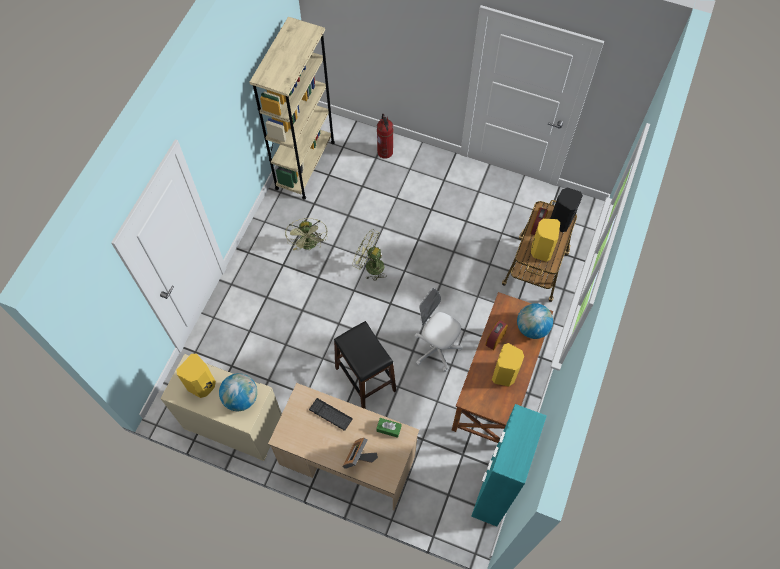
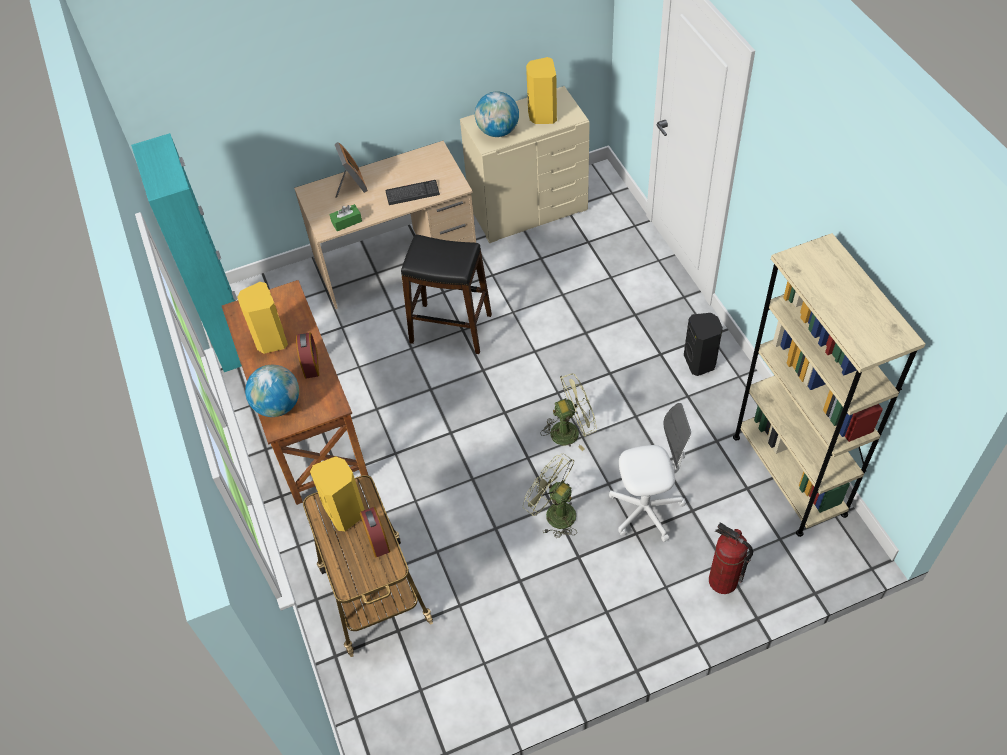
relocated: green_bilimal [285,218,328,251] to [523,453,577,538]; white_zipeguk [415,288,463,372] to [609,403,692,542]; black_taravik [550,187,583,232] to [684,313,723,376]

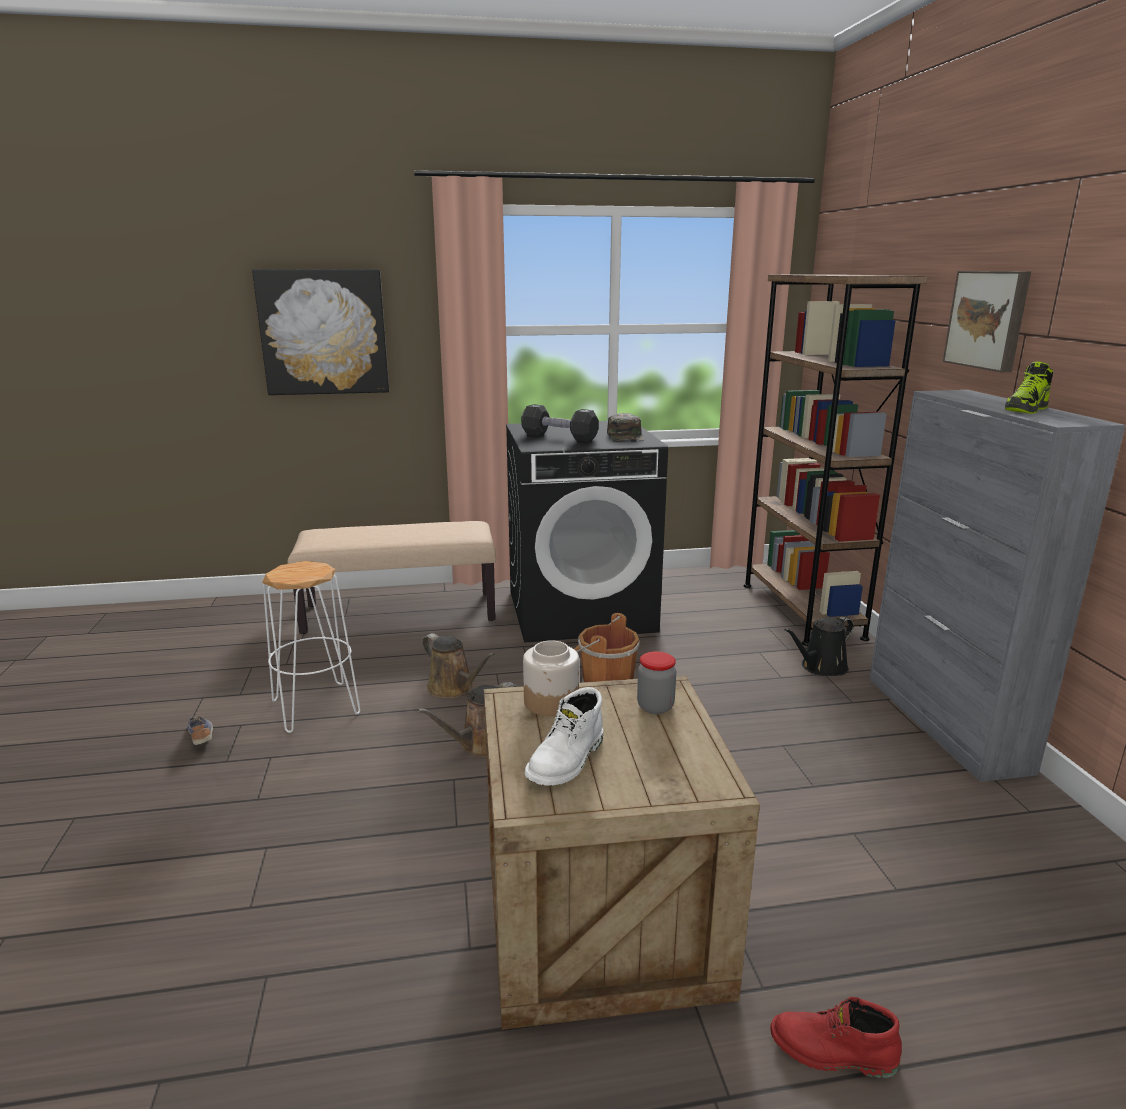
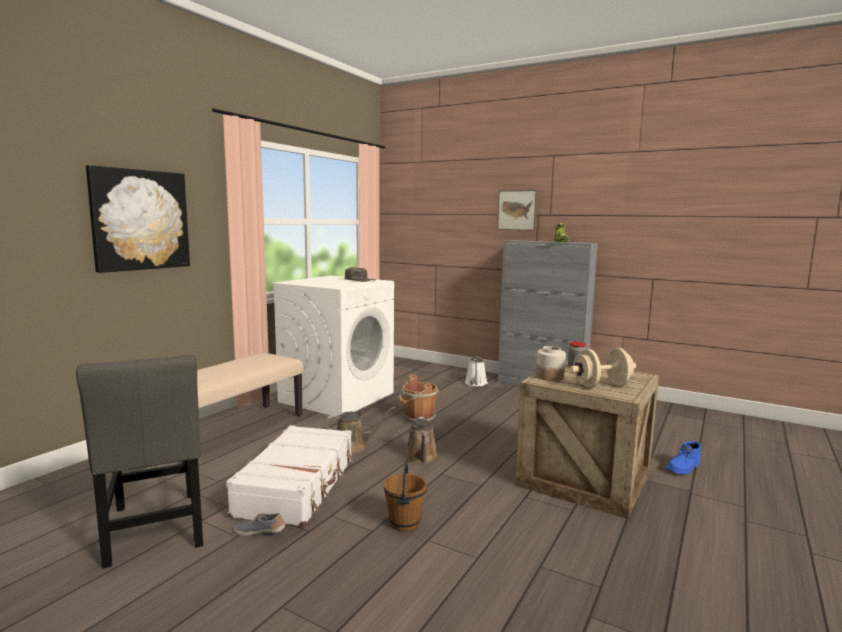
missing: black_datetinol [521,404,599,442]; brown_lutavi [744,274,927,646]
appeared: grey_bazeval [76,355,203,568]; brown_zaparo [384,463,427,532]
exchanged: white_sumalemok [262,561,360,733] to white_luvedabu [226,425,354,527]; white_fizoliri [525,687,603,786] to beige_datetinol [570,348,636,388]
colour: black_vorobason [506,421,668,643] to white_vorobason [272,276,394,415]; red_fizoliri [770,996,902,1078] to blue_fizoliri [666,441,701,474]; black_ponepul [785,617,854,676] to white_ponepul [465,357,488,386]

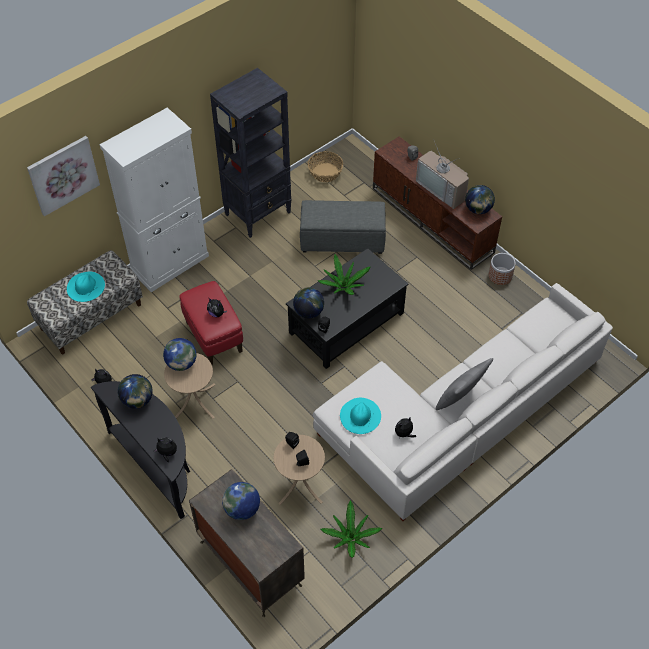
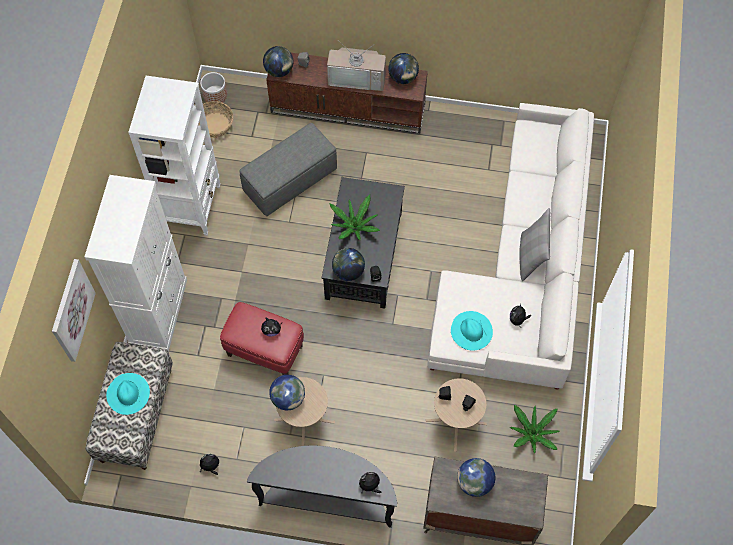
relocated: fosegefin [118,374,153,409] to [263,46,293,77]; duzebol [489,253,516,285] to [200,72,227,105]
colour: black_lutavi [210,68,292,238] to white_lutavi [128,76,220,236]

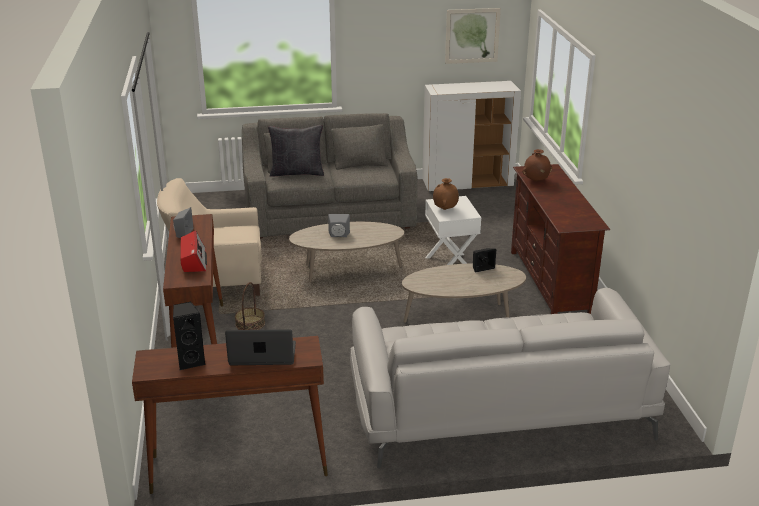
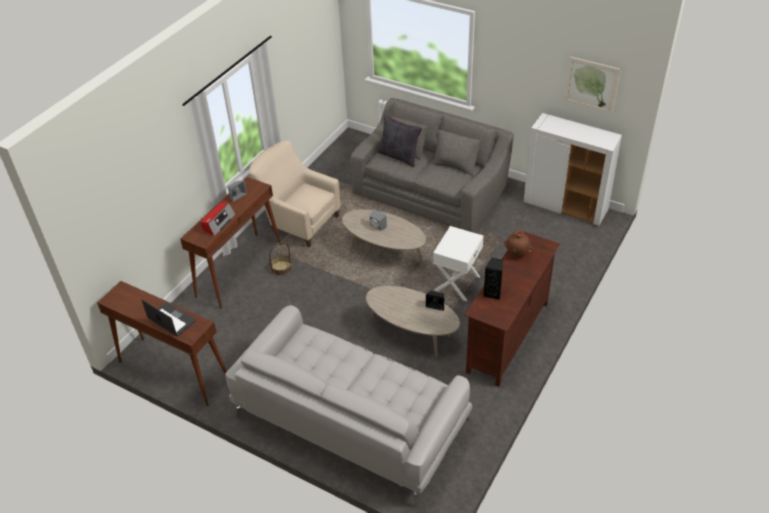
missing: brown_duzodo [433,178,459,210]
relocated: black_taravik [173,302,206,370] to [483,258,503,300]

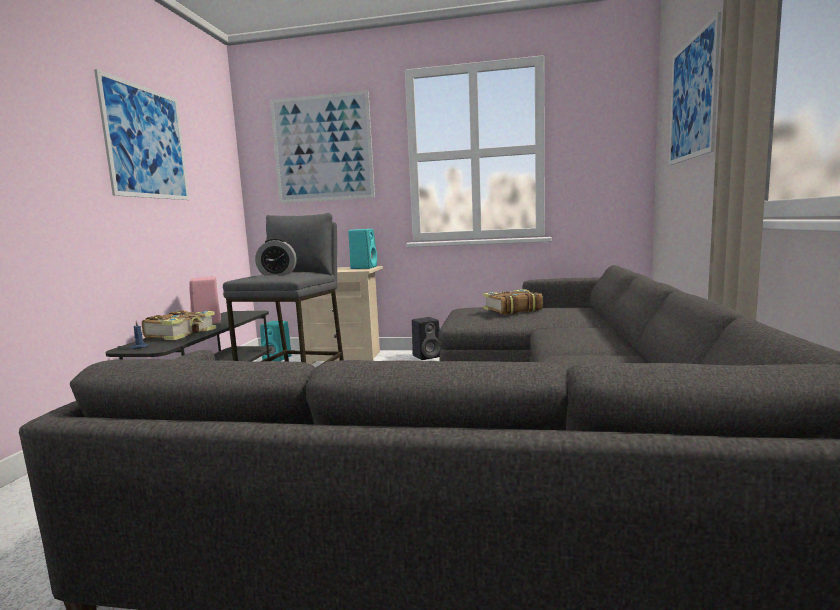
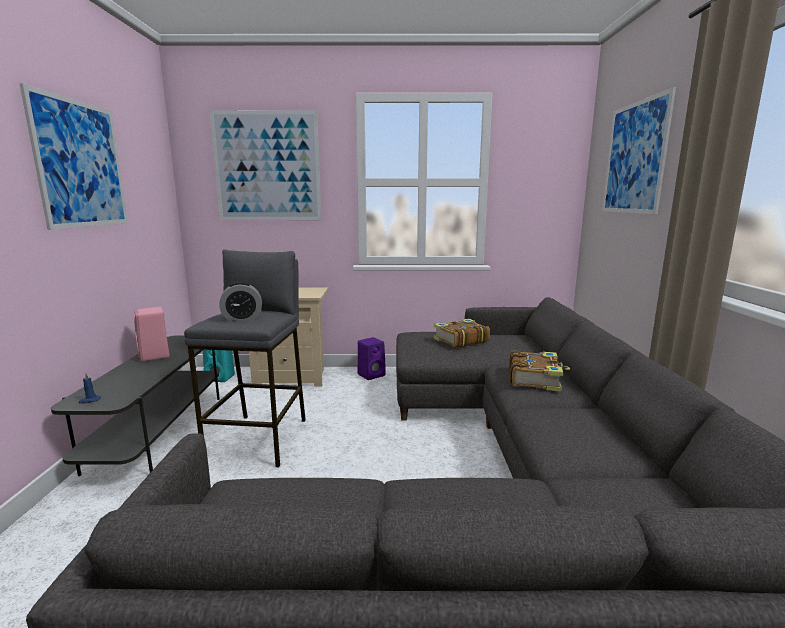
missing: turquoise_taravik [348,229,377,269]
relocated: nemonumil [142,310,216,340] to [509,350,570,391]
colour: black_taravik [412,317,441,360] to purple_taravik [358,337,386,380]

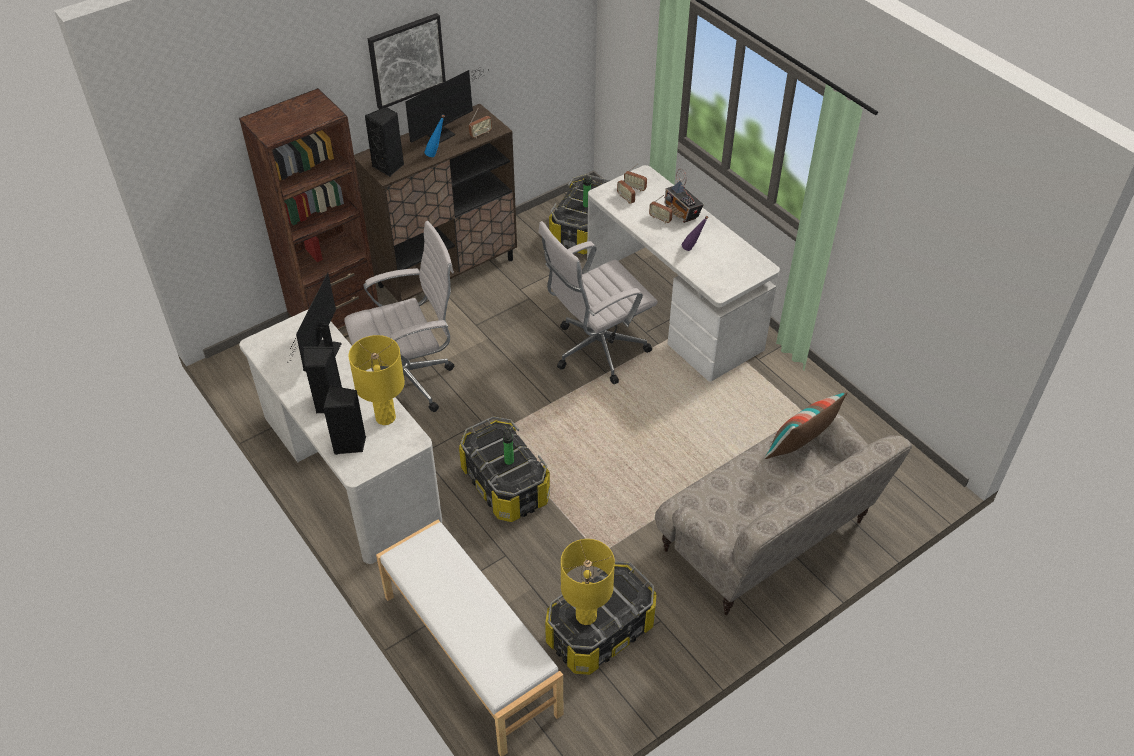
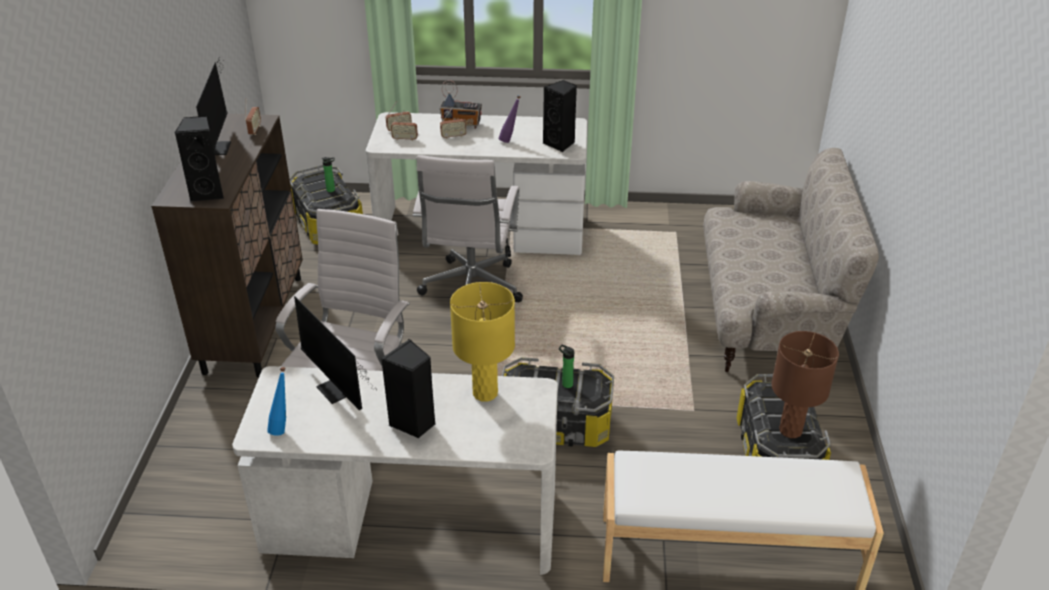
missing: brown_lutavi [239,88,378,338]; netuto [368,13,446,109]; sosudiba [764,392,848,459]
relocated: black_taravik [323,385,366,455] to [543,80,577,152]; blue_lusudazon [424,115,445,157] to [267,367,286,435]
colour: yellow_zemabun [561,539,615,625] to brown_zemabun [771,331,839,438]

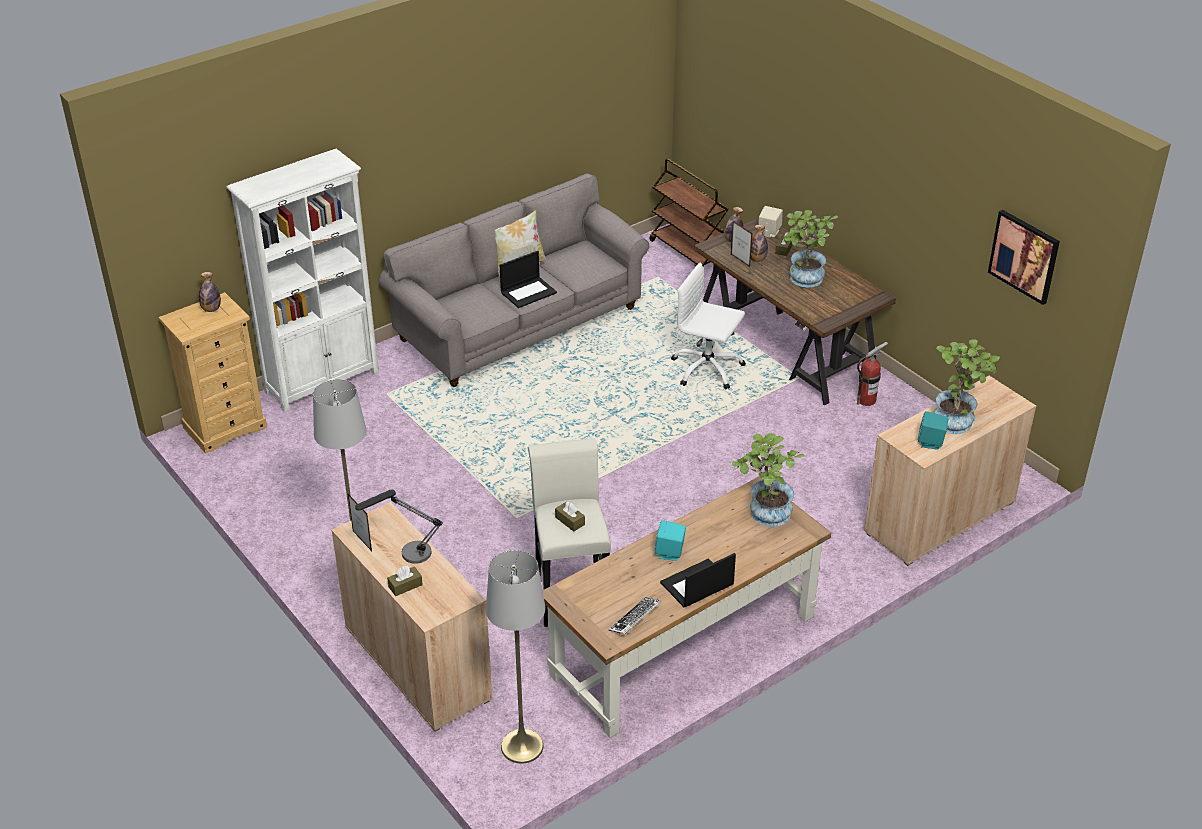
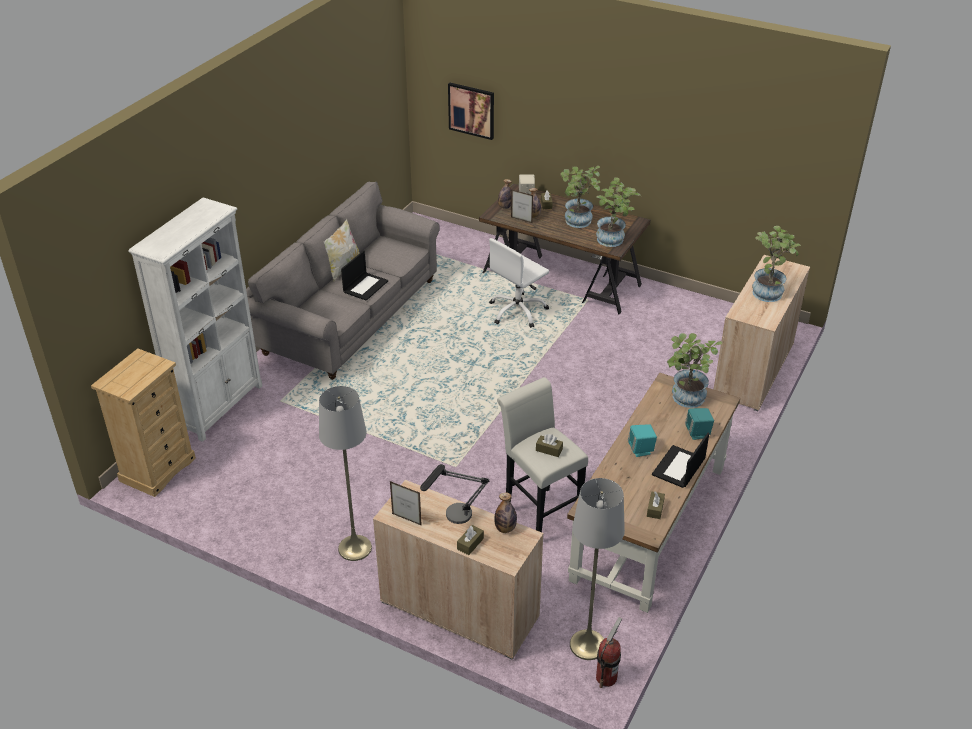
missing: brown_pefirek [649,159,729,266]
appeared: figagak [596,177,641,247]
relocated: lusudazon [199,272,221,312] to [494,493,517,533]; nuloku [857,342,888,406] to [596,617,622,688]; turquoise_taravik [918,411,949,450] to [685,408,714,440]; netuto [988,210,1060,305] to [448,83,494,140]
exchanged: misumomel [609,597,661,634] to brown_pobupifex [647,491,665,519]
spun: white_zipeguk [671,263,746,390] = [489,238,549,328] 45 degrees counterclockwise

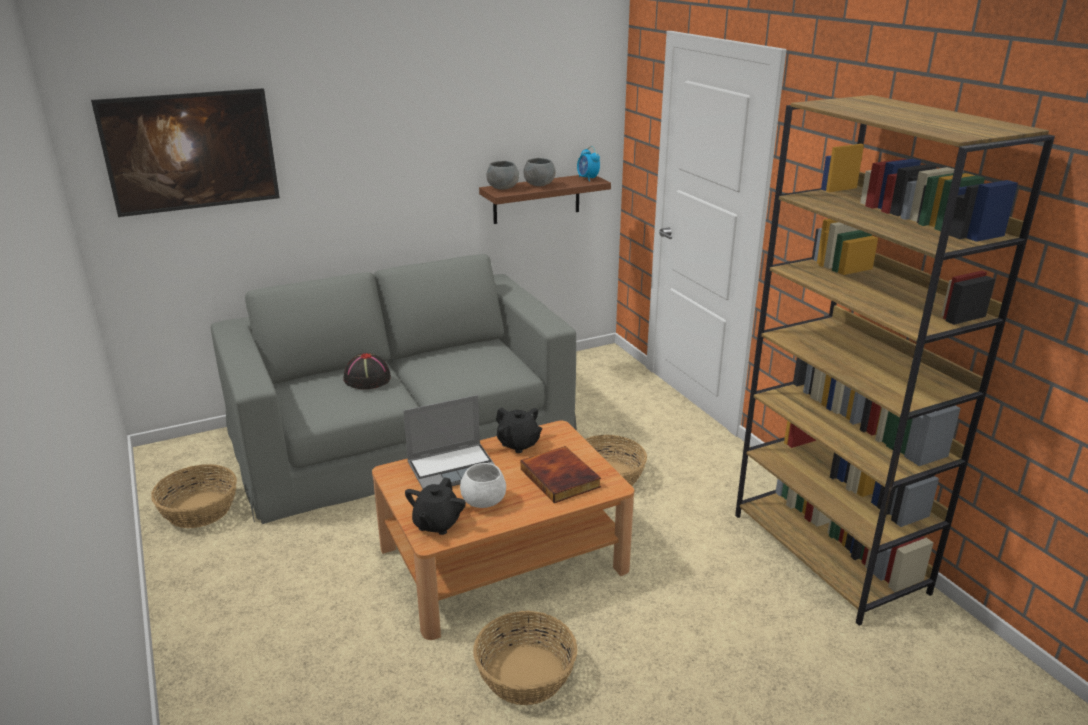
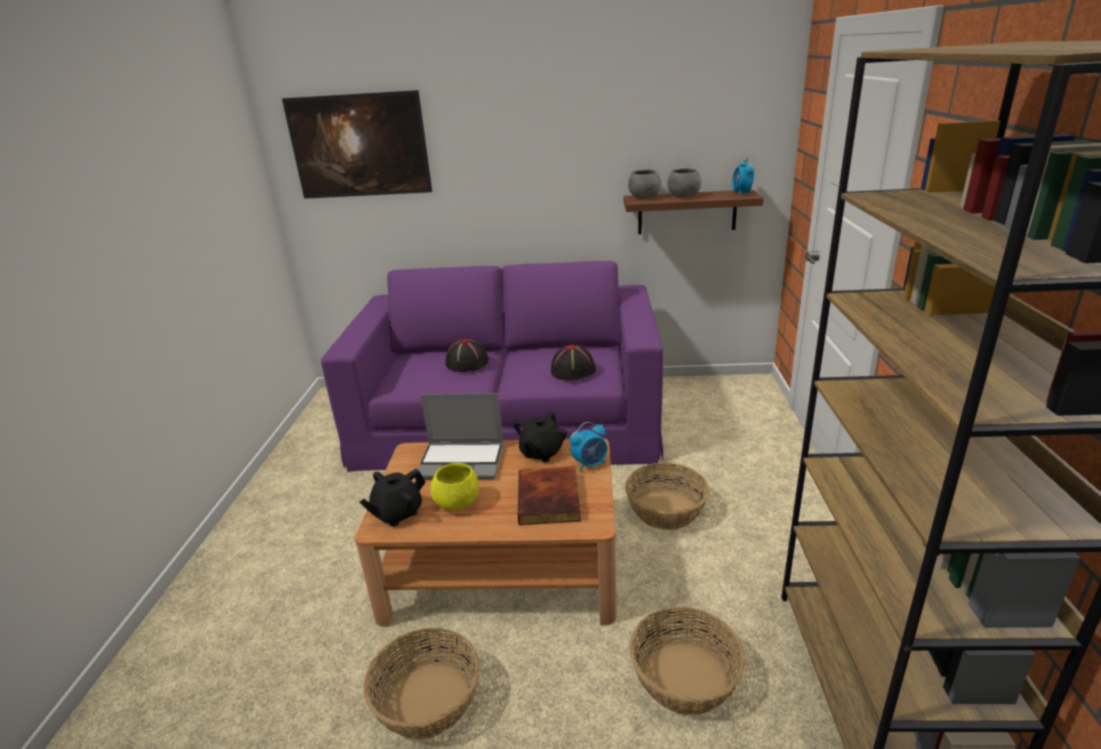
appeared: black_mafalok [551,345,596,381]; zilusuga [570,422,608,472]
relocated: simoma [151,464,237,528] to [630,606,746,715]
colour: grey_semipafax [211,254,577,524] to purple_semipafax [321,261,663,471]; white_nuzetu [460,463,506,508] to yellow_nuzetu [430,463,479,511]
spun: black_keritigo [496,408,543,453] = [513,412,567,462] 45 degrees clockwise

